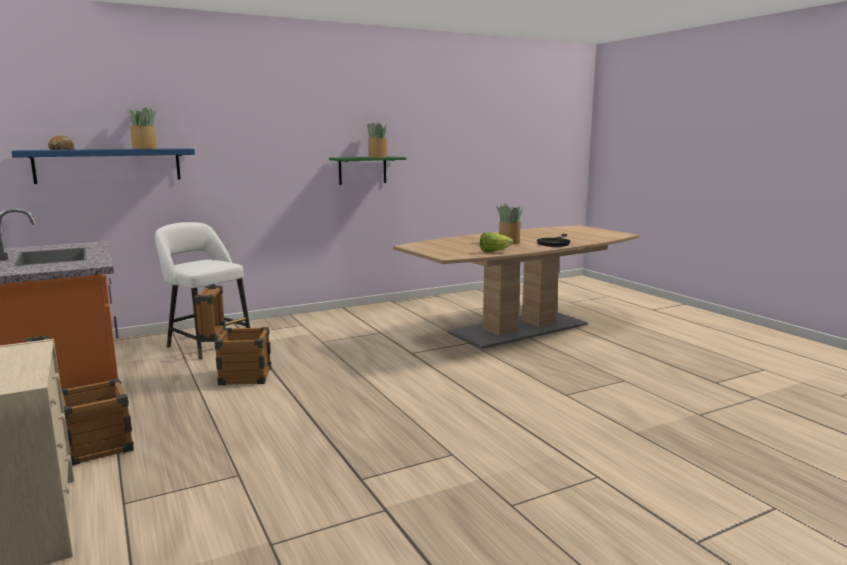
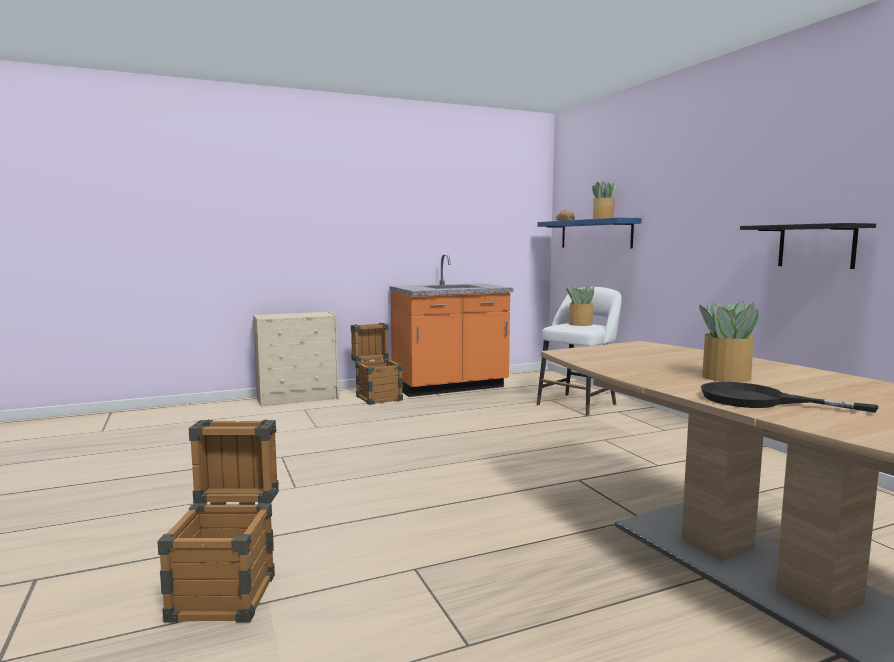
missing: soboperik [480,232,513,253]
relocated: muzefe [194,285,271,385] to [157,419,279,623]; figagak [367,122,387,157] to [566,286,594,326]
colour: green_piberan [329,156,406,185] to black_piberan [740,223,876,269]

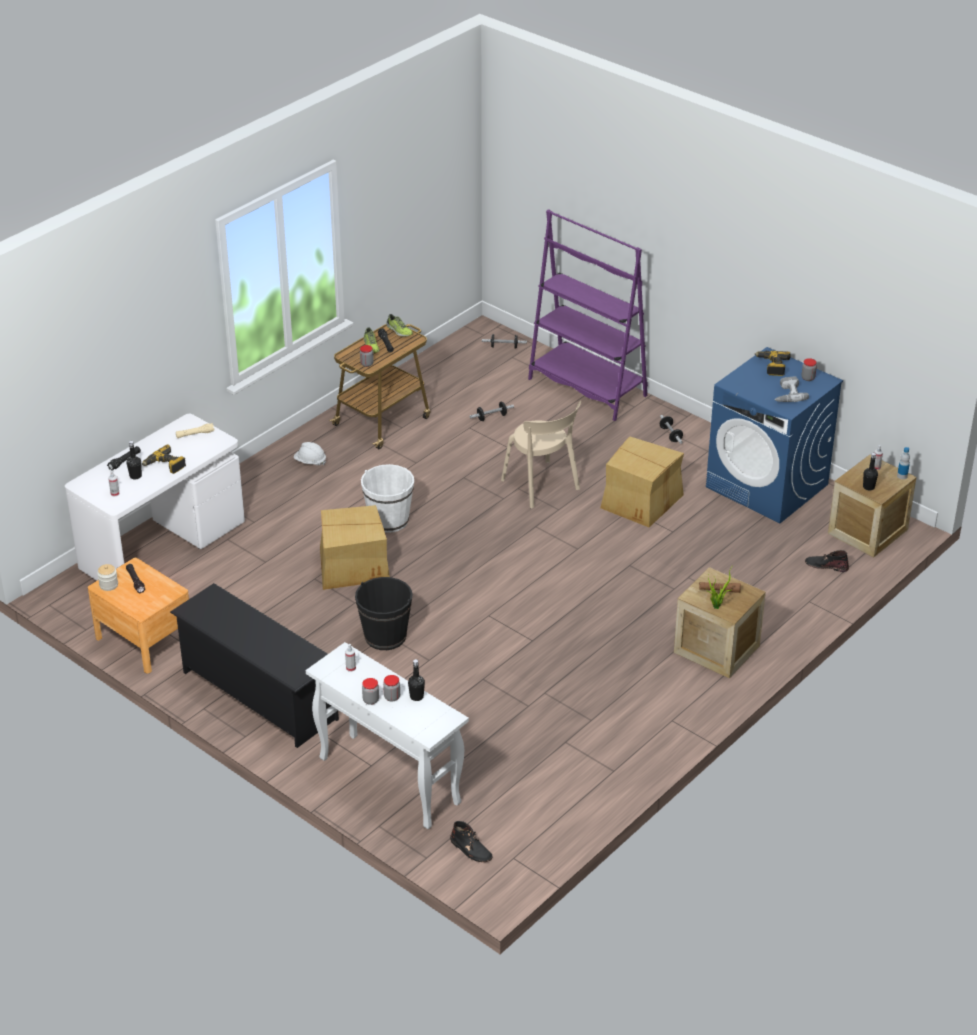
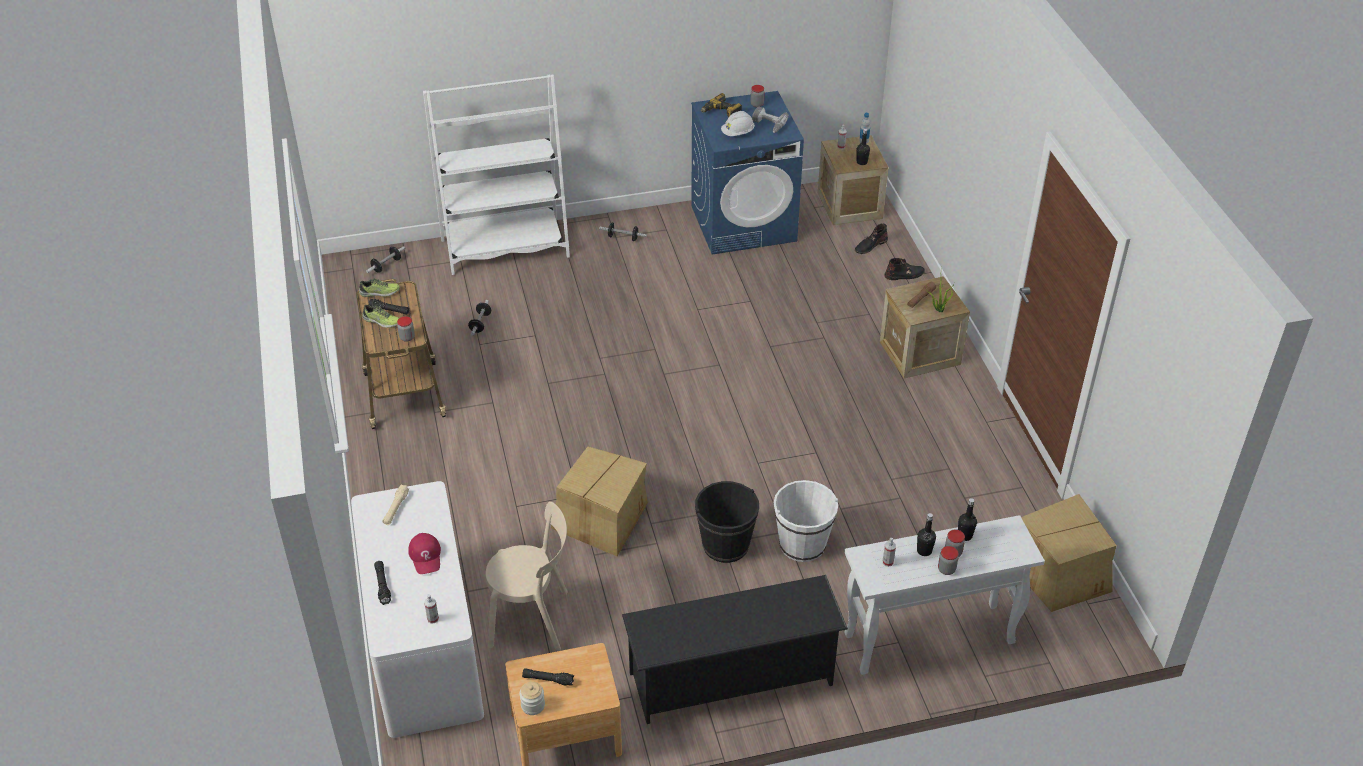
relocated: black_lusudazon [127,441,142,479] to [917,513,936,556]; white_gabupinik [294,442,326,466] to [721,111,755,136]; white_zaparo [361,464,414,533] to [774,480,838,562]; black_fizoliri [450,821,493,862] to [884,258,925,280]; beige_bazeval [501,400,581,509] to [486,502,568,651]; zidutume [600,436,684,527] to [1021,494,1117,612]
exchanged: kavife [142,444,186,474] to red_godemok [408,533,441,574]
colour: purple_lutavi [528,209,648,421] to white_lutavi [423,74,570,275]

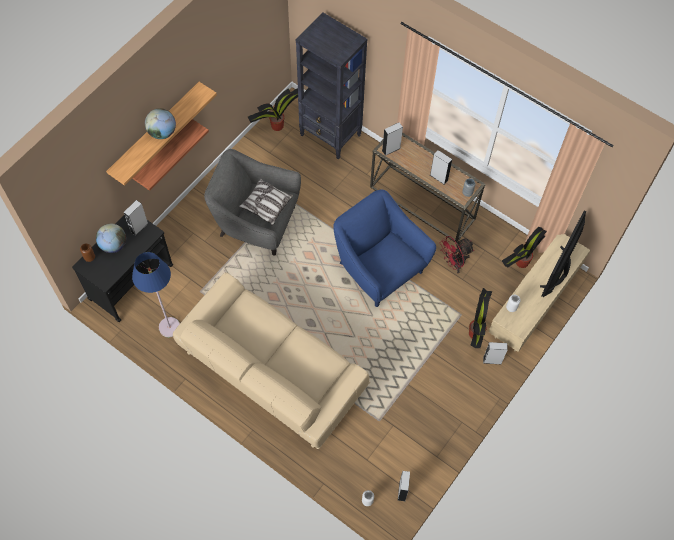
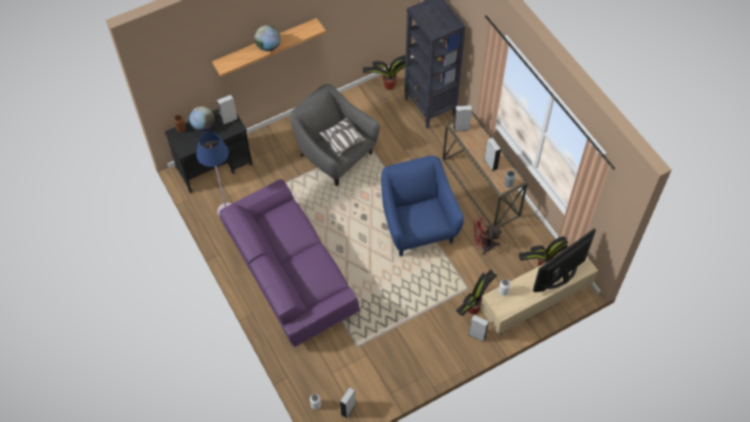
missing: piberan [132,119,209,191]
colour: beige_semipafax [173,272,370,450] to purple_semipafax [219,179,361,347]

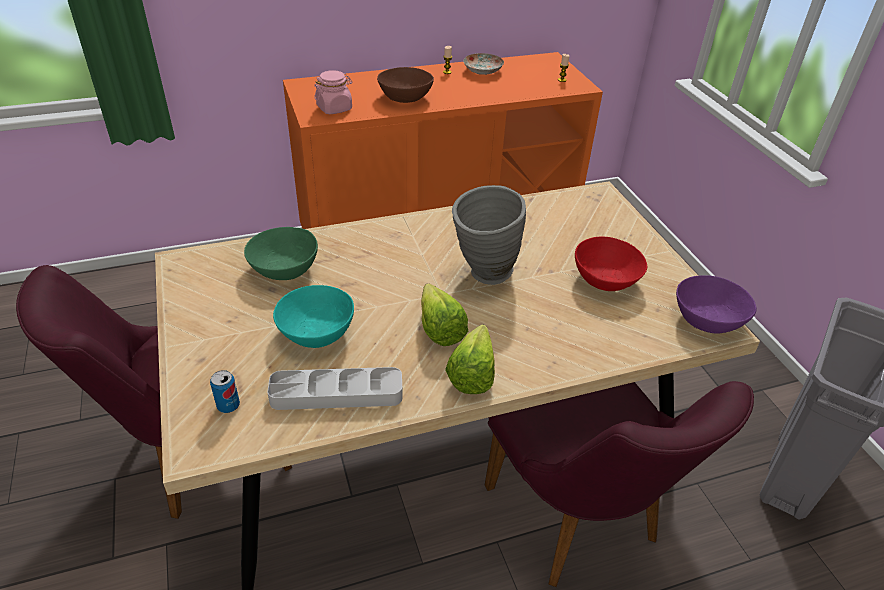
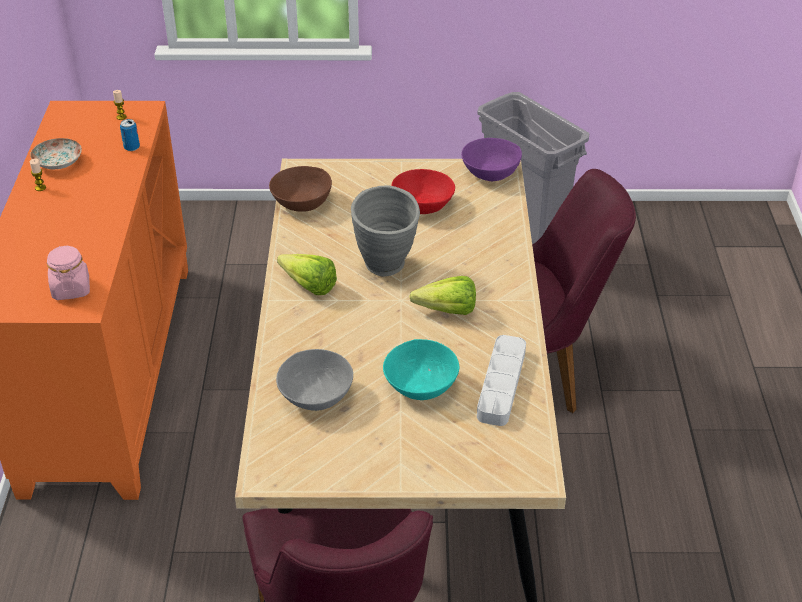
relocated: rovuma [210,370,240,413] to [120,119,140,151]; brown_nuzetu [377,67,434,103] to [269,166,332,212]; soboperik [445,324,495,394] to [277,254,337,295]
colour: green_nuzetu [244,227,318,280] to grey_nuzetu [276,349,353,411]

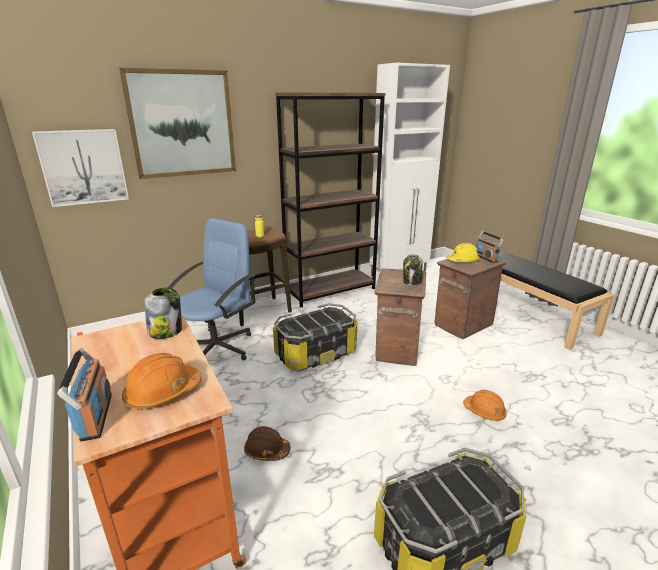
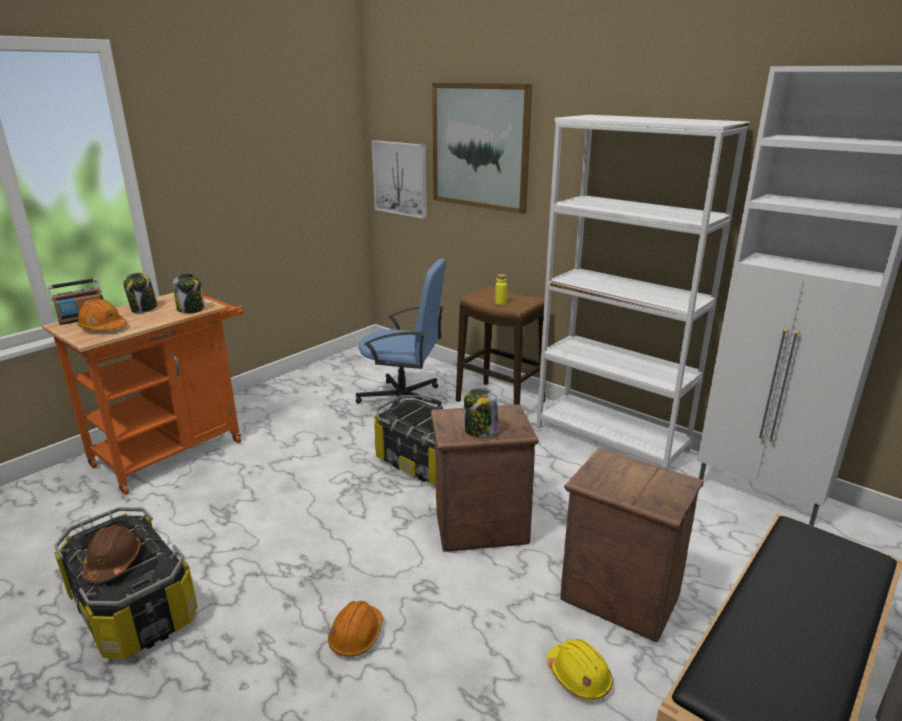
missing: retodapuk [476,231,504,263]
appeared: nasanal [123,273,158,313]
relocated: brown_gabupinik [244,426,291,461] to [82,525,141,583]; yellow_gabupinik [447,243,480,262] to [547,639,613,701]
colour: brown_lutavi [275,93,385,307] to white_lutavi [537,115,750,469]

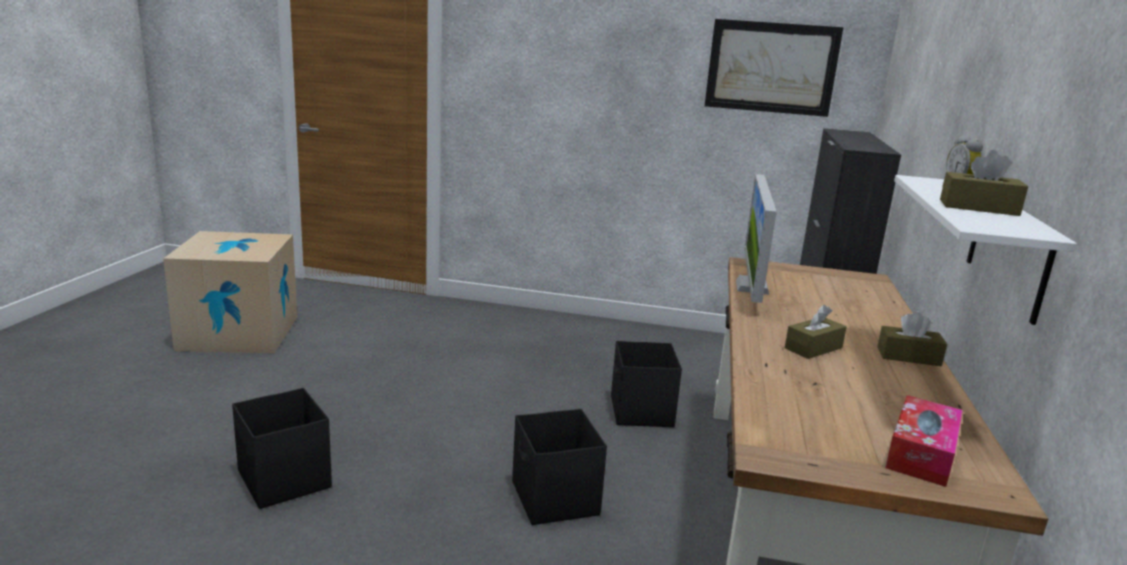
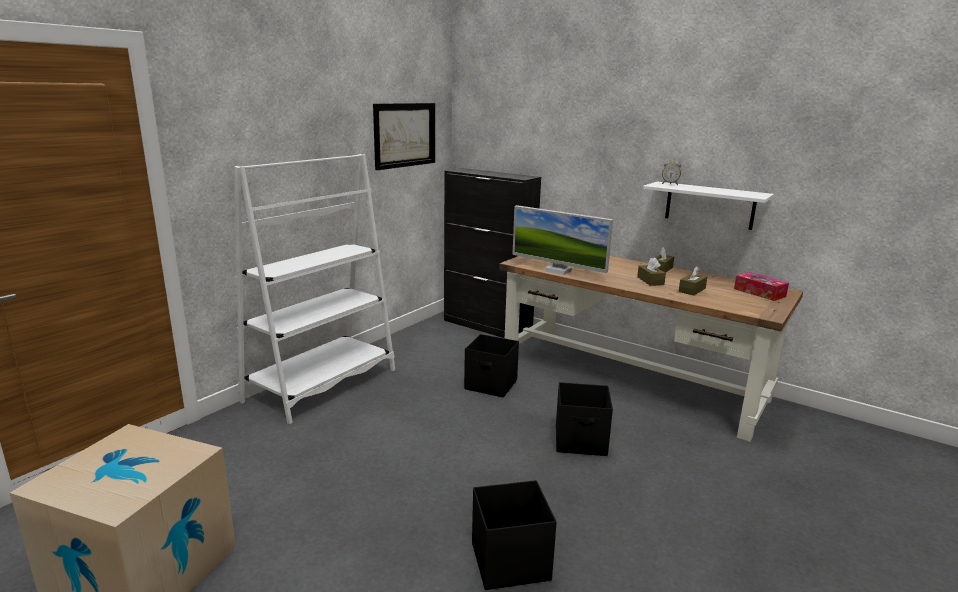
appeared: white_lutavi [234,154,395,424]
relocated: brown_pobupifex [940,150,1028,216] to [678,266,707,296]

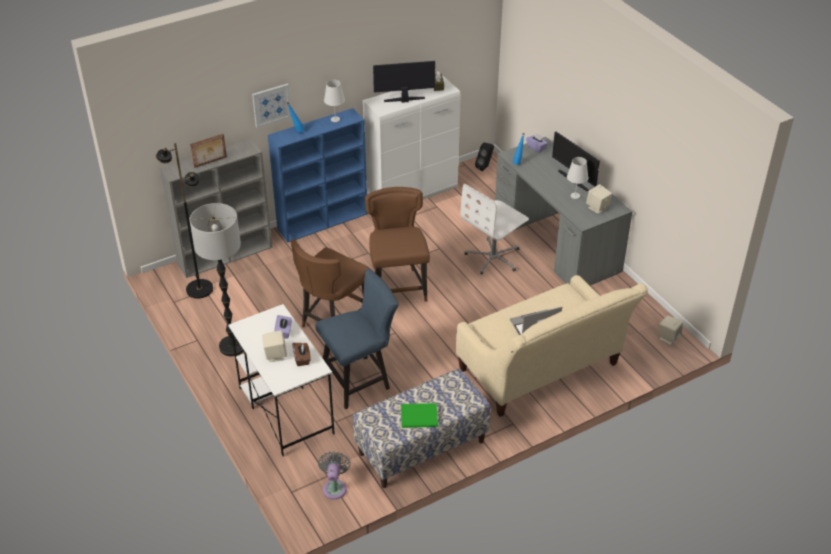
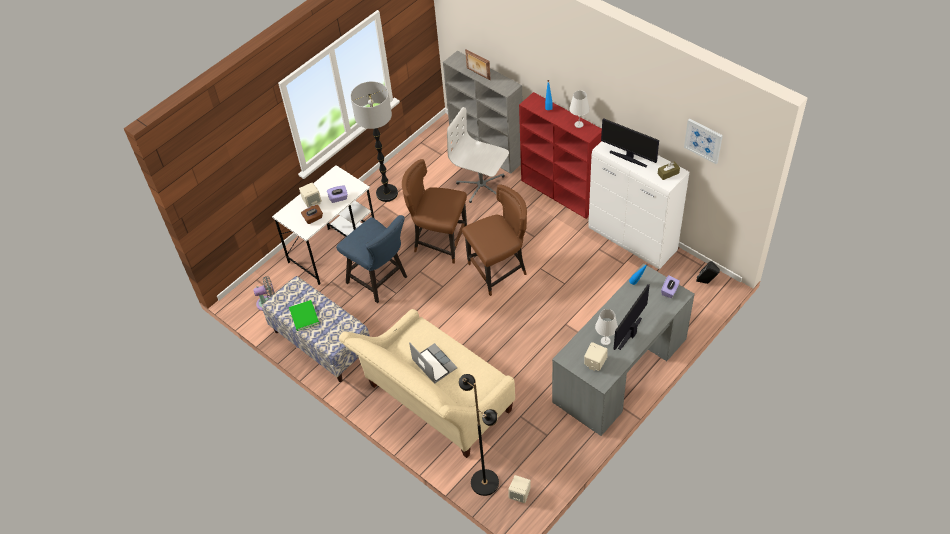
relocated: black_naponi [156,143,213,299] to [459,374,499,496]; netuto [252,83,291,128] to [684,118,723,164]; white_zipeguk [460,184,529,274] to [447,107,509,203]
colour: blue_lutavi [268,108,368,243] to red_lutavi [519,92,602,219]
spun: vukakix [373,61,435,103] = [601,118,659,167] 150 degrees clockwise

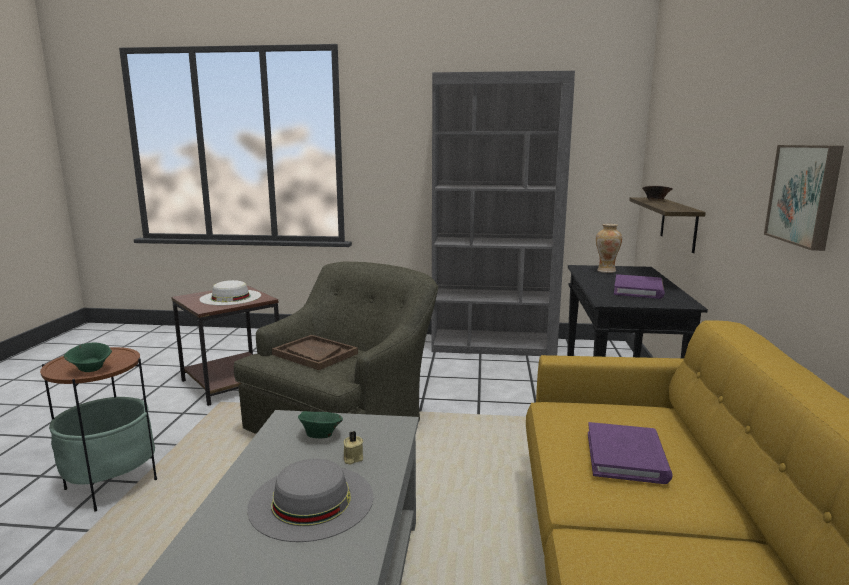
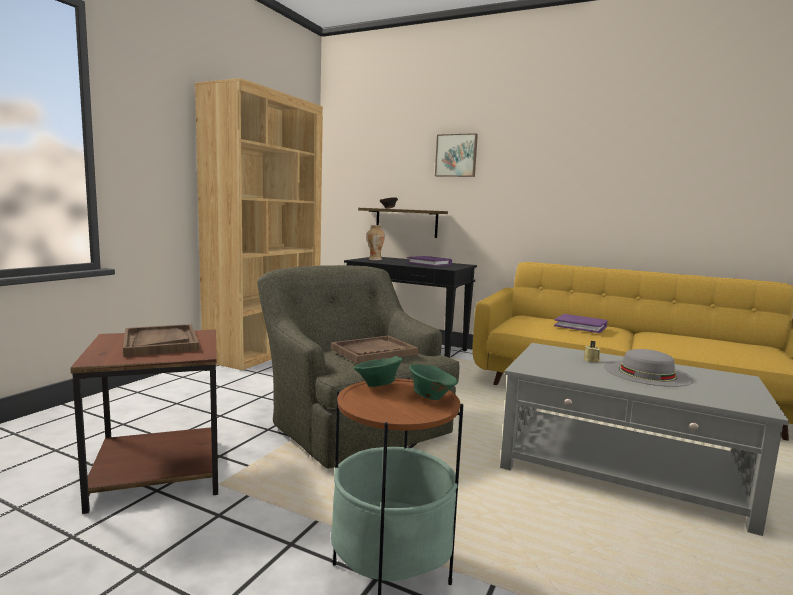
relocated: green_nuzetu [298,411,343,438] to [354,356,403,387]; netuto [764,145,844,251] to [435,133,478,177]
exchanged: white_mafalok [199,280,261,305] to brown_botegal [123,324,199,357]
colour: grey_lutavi [431,71,575,356] to brown_lutavi [195,78,323,370]

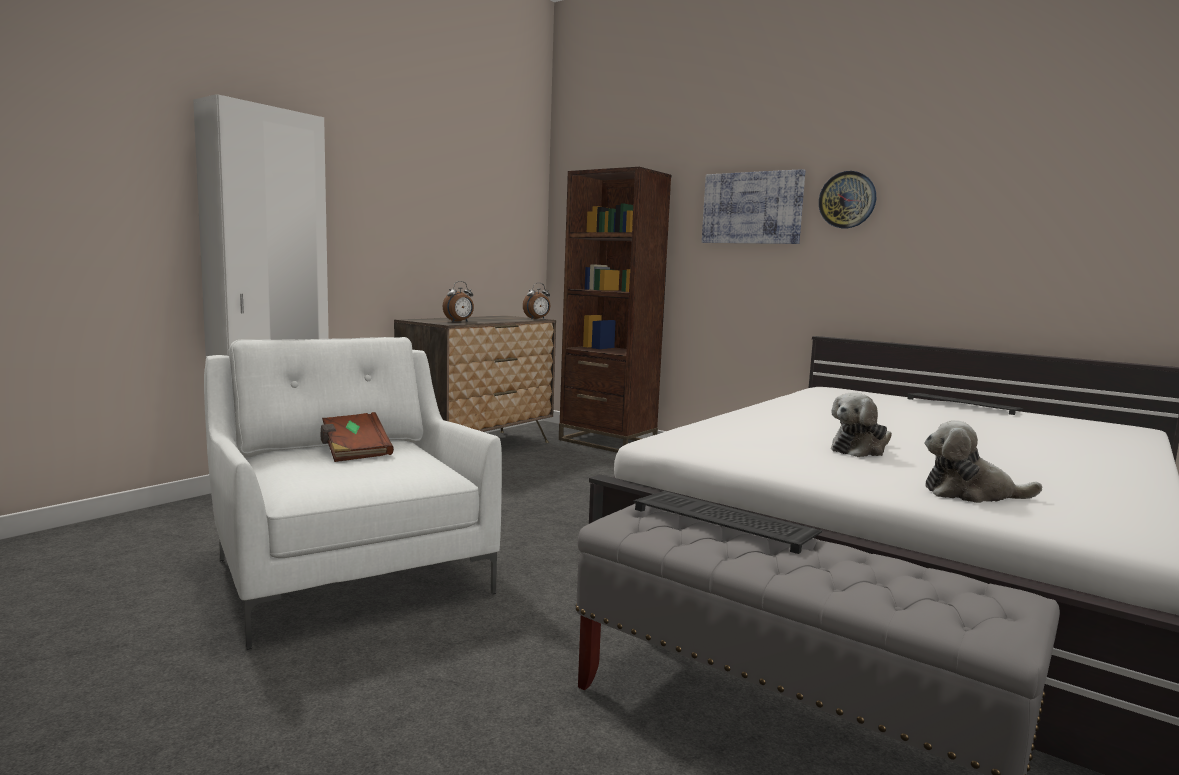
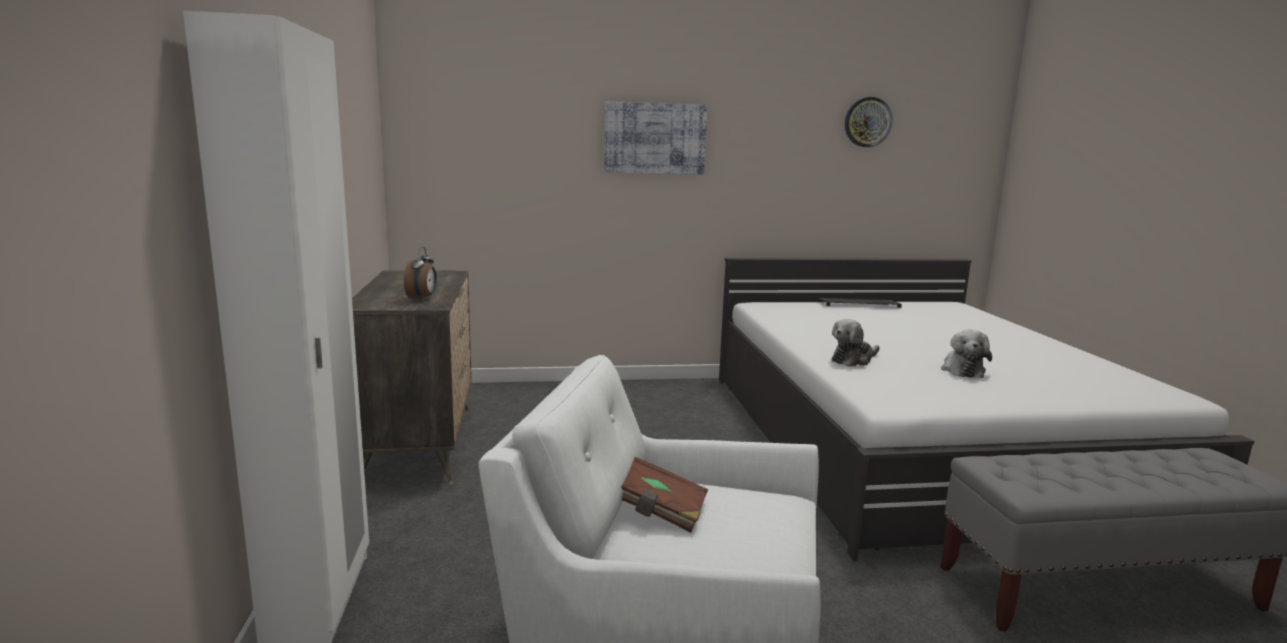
missing: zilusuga [523,283,550,319]; brown_lutavi [559,167,672,453]; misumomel [633,491,822,554]
relocated: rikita [819,171,876,228] to [845,97,892,147]; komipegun [924,420,1042,503] to [831,319,880,367]

